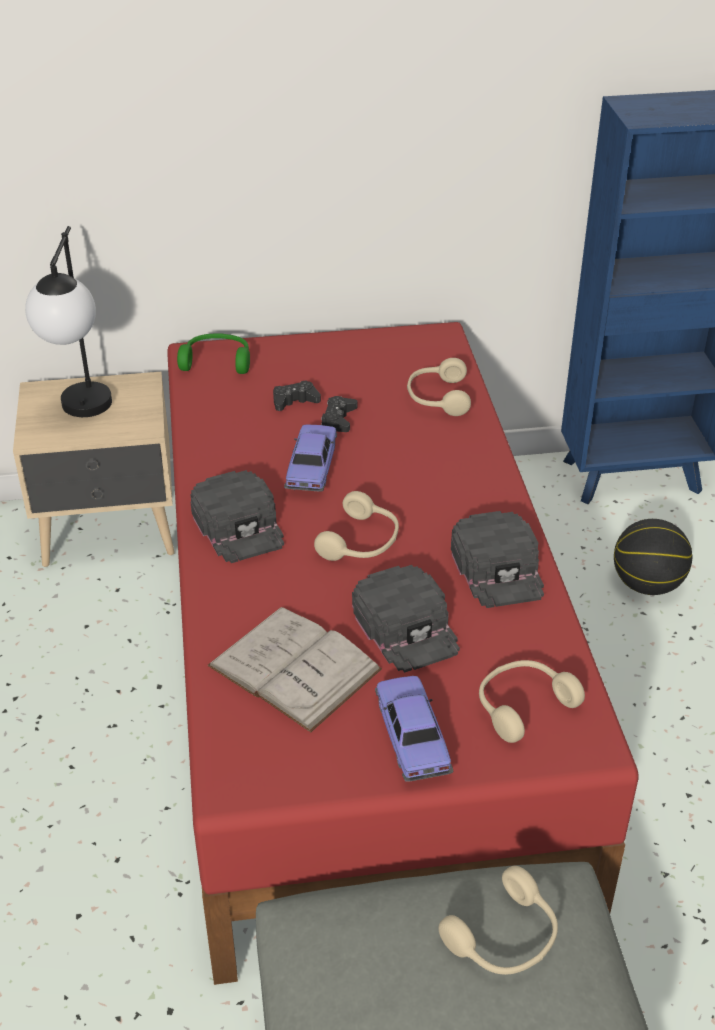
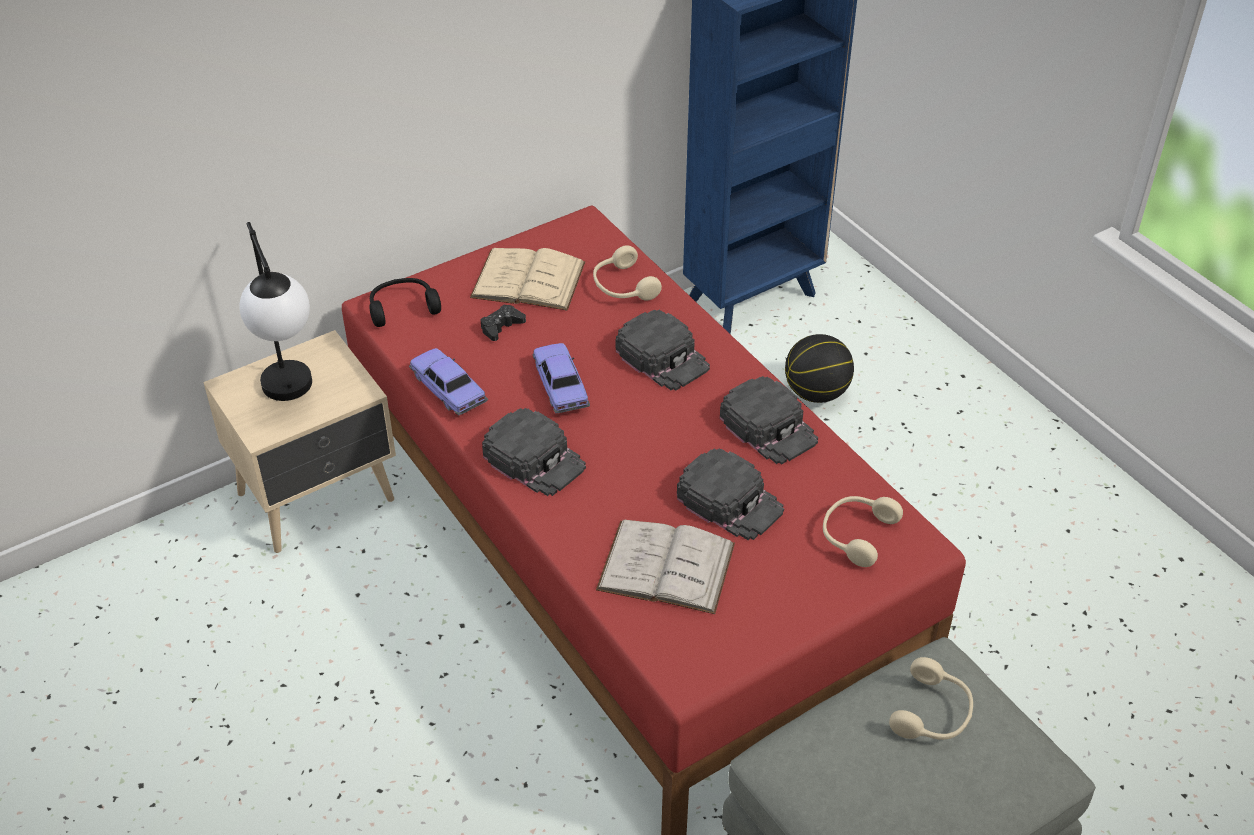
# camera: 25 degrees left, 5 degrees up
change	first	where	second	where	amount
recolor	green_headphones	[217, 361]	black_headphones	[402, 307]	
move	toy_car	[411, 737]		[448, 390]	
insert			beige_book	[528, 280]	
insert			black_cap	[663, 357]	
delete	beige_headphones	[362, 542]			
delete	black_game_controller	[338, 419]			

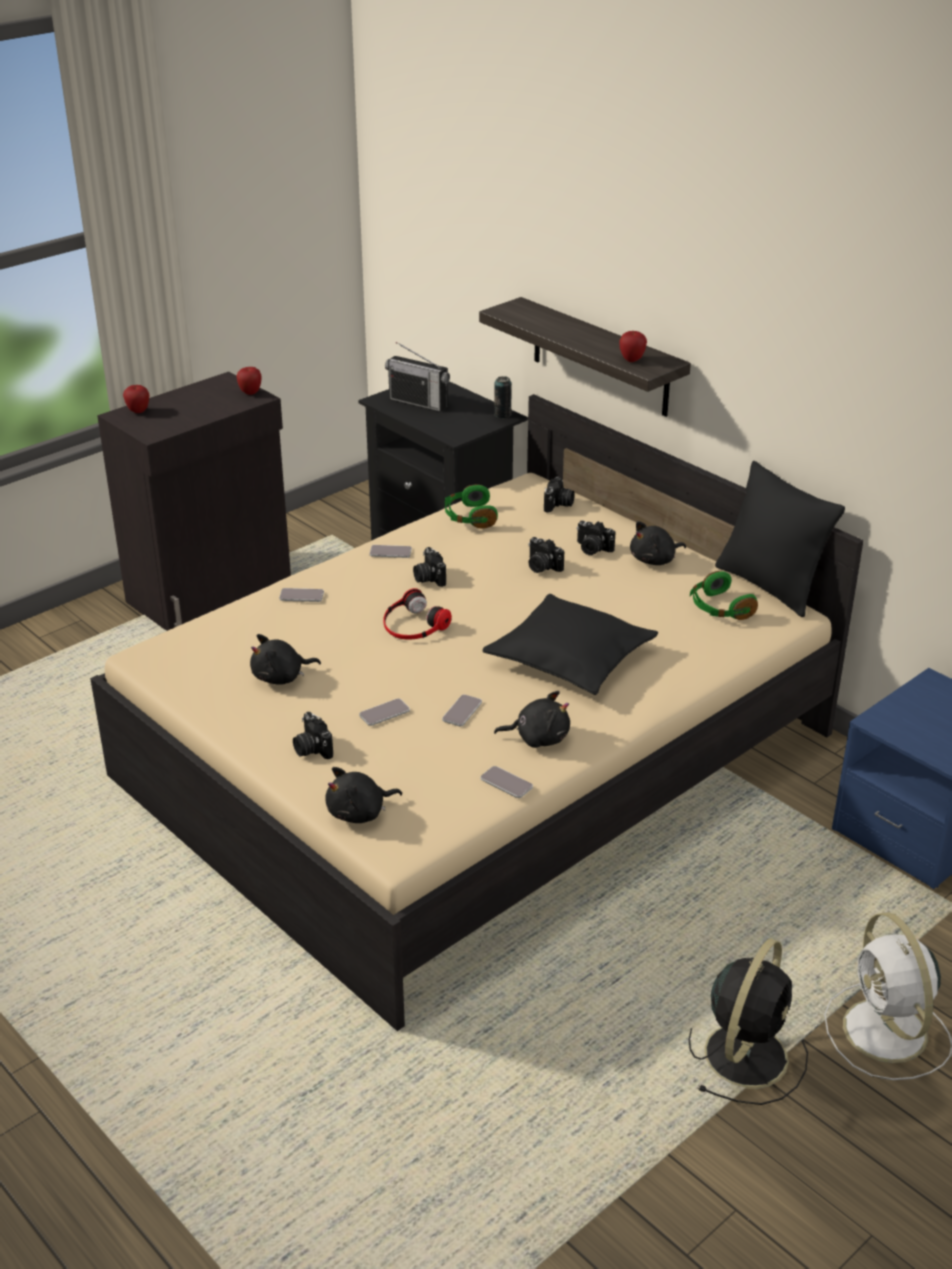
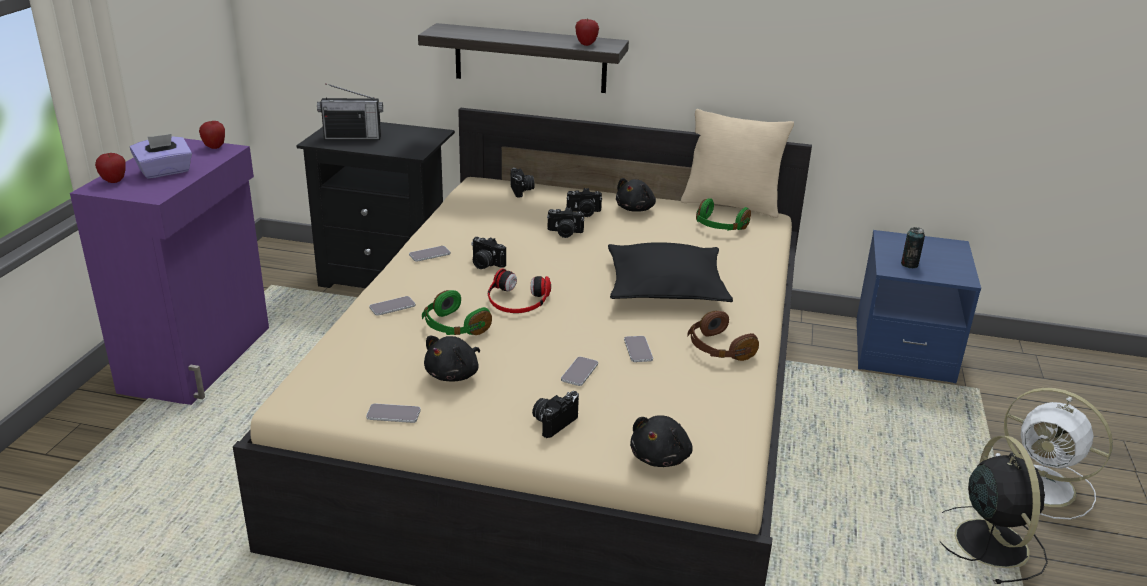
# camera: 35 degrees left, 5 degrees down
change	first	where	second	where	amount
recolor	black_cabinet	[212, 591]	purple_cabinet	[200, 359]	
insert			purple_tissue_box	[165, 172]	
move	phone	[506, 783]		[393, 414]	
move	green_headphones	[469, 517]		[453, 327]	
rotate	photo_camera	[311, 749]		[553, 422]	105 degrees clockwise
recolor	black_pillow	[769, 586]	beige_pillow	[731, 205]	
replace	black_plush_toy	[538, 738]	brown_headphones	[718, 349]	
move	can	[502, 414]		[909, 264]	

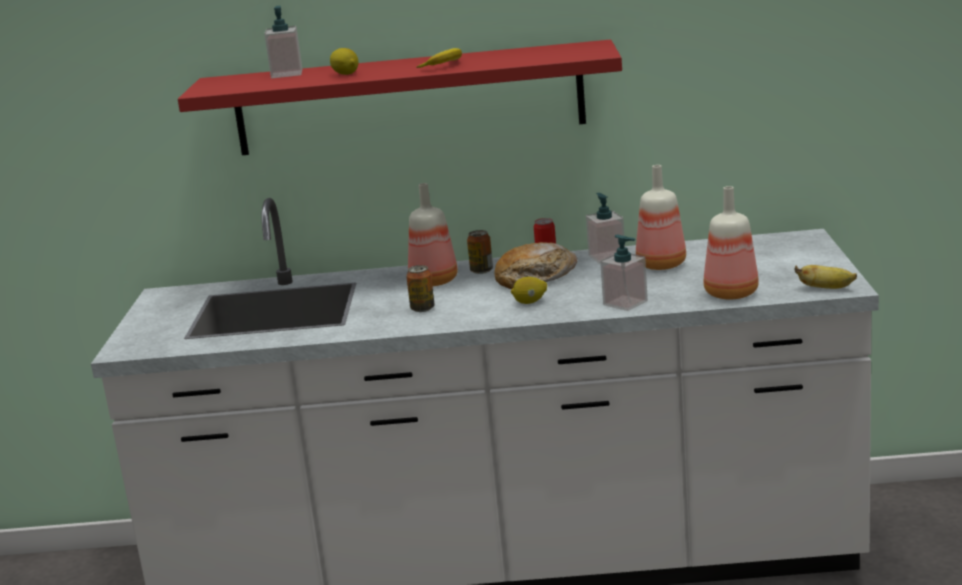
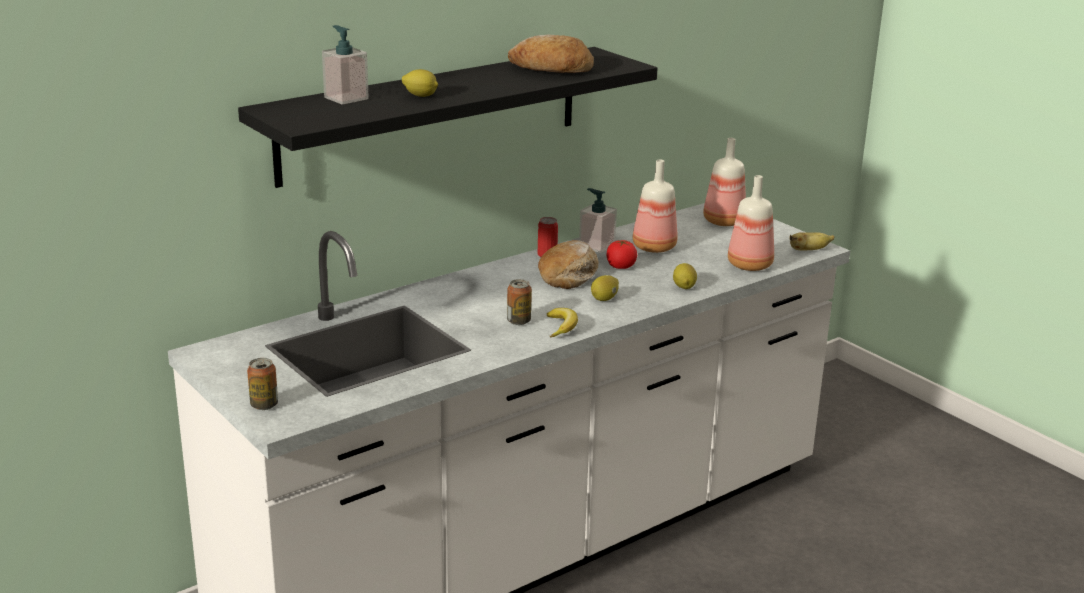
# camera: 40 degrees left, 5 degrees up
change	first	where	second	where	amount
recolor	red_shelf	[408, 99]	black_shelf	[432, 114]	
move	can	[481, 271]		[264, 405]	
insert			bread	[551, 69]	
move	banana	[445, 65]		[561, 327]	
insert			tomato	[620, 266]	
replace	soap_dispenser	[625, 303]	lemon	[684, 286]	
move	bottle	[432, 281]		[722, 221]	

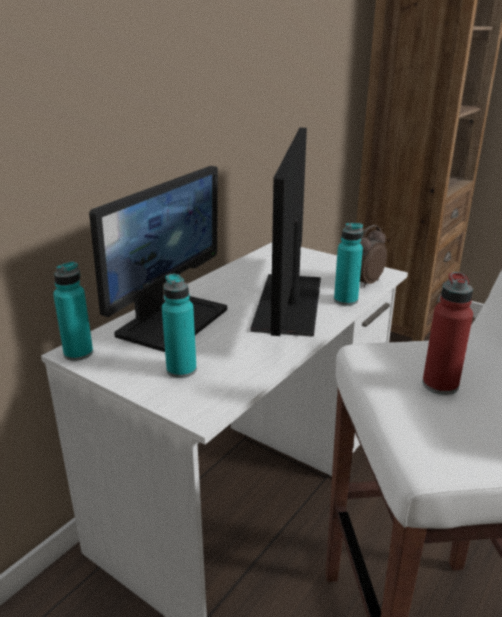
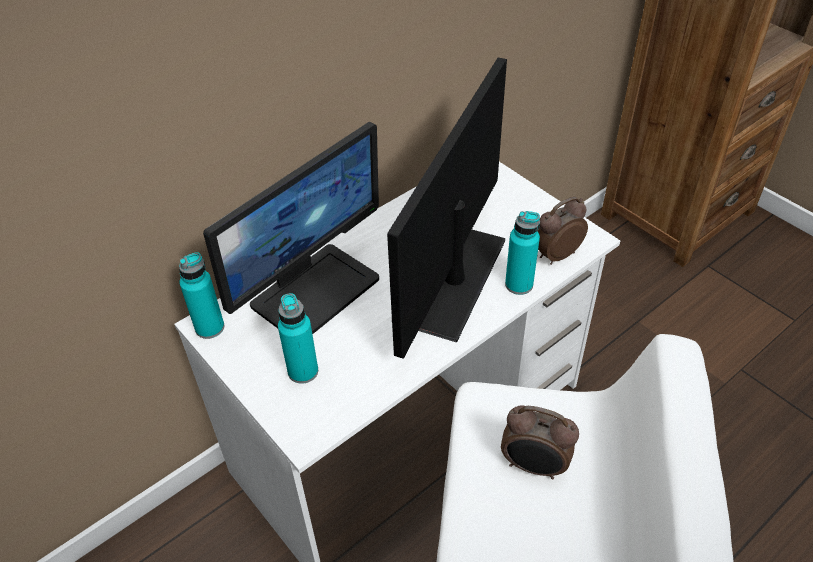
# camera: 15 degrees right, 20 degrees up
change	first	where	second	where	amount
replace	red_bottle	[440, 385]	alarm_clock	[534, 466]	

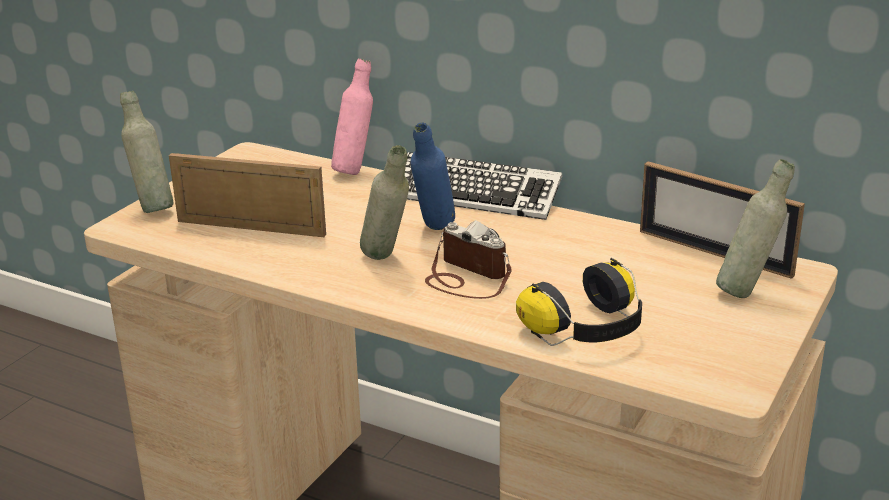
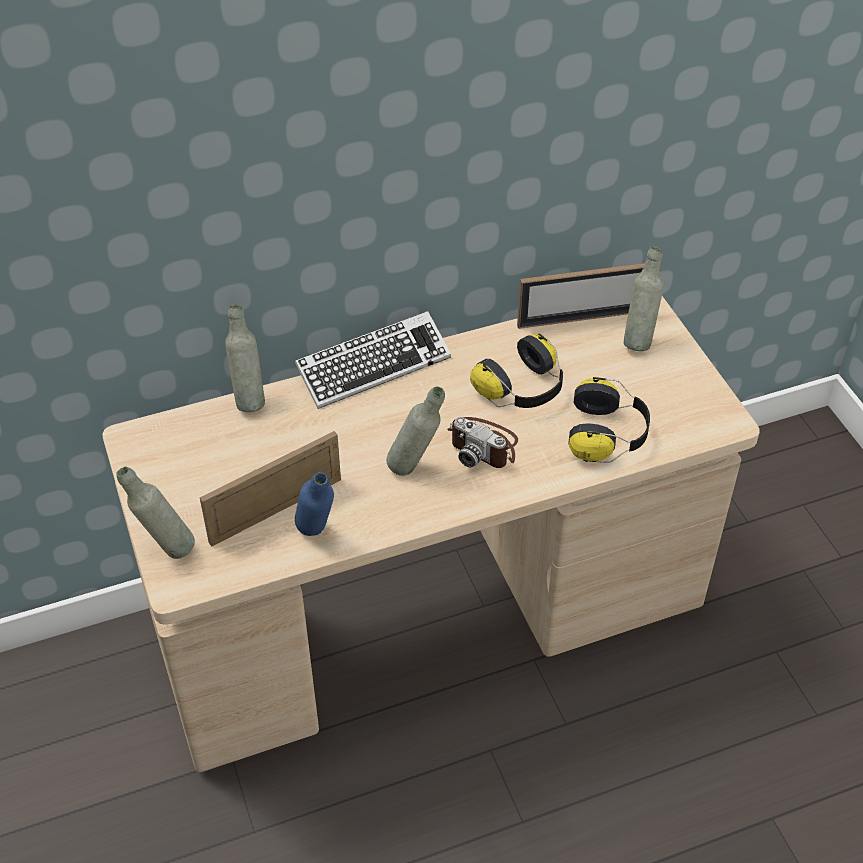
# camera: 50 degrees left, 20 degrees up
change	first	where	second	where	amount
recolor	pink_bottle	[355, 170]	grey_bottle	[249, 399]	
move	blue_bottle	[433, 232]		[317, 537]	
rotate	photo_camera	[466, 277]		[484, 445]	135 degrees counterclockwise
insert			headphones	[523, 389]	

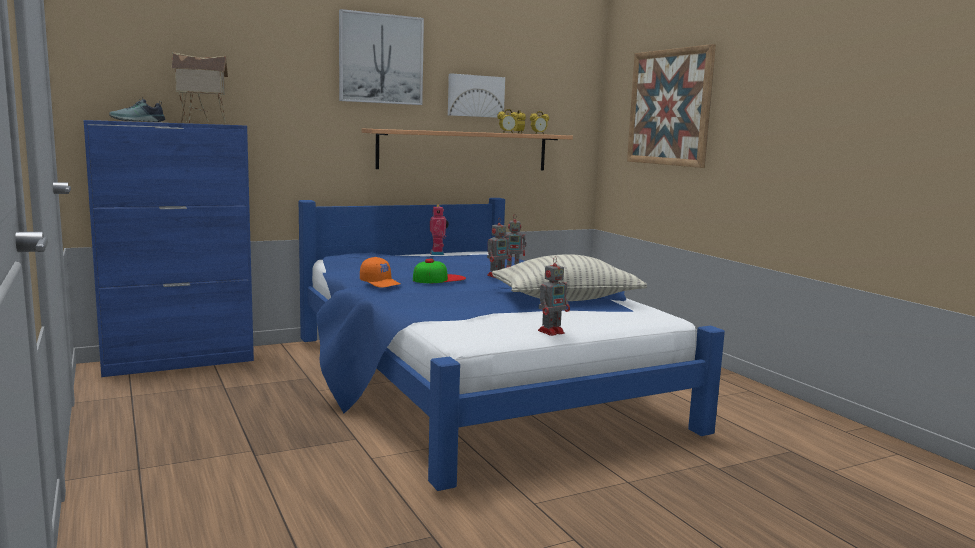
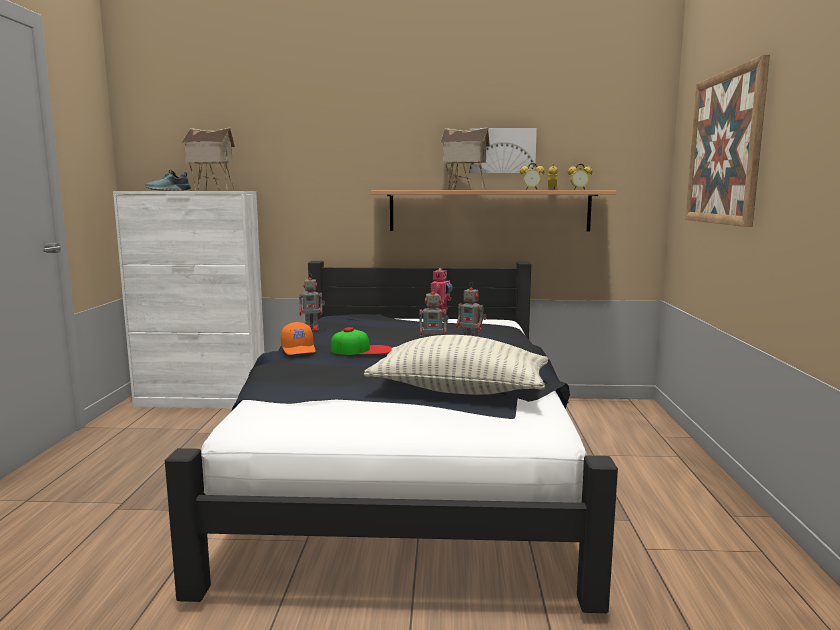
# camera: 30 degrees right, 0 degrees up
change	first	where	second	where	amount
recolor	blue_cabinet	[179, 362]	white_cabinet	[202, 401]	
recolor	blue_bed	[473, 385]	black_bed	[407, 470]	
move	toy_robot	[552, 331]		[312, 329]	
insert			toy_house	[464, 189]	
delete	picture	[380, 59]			

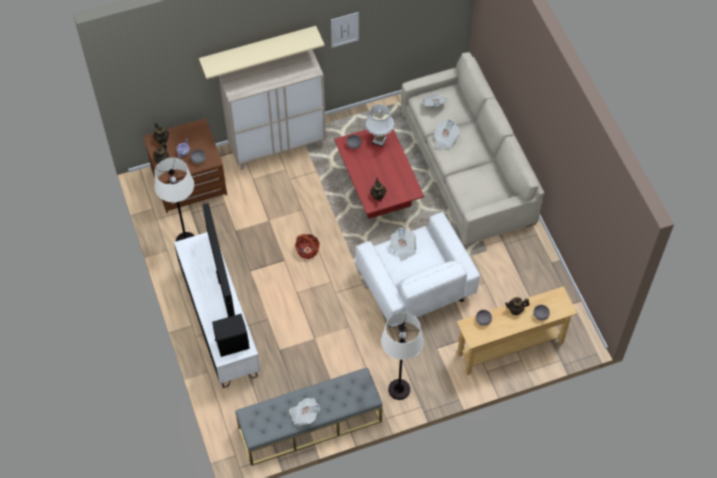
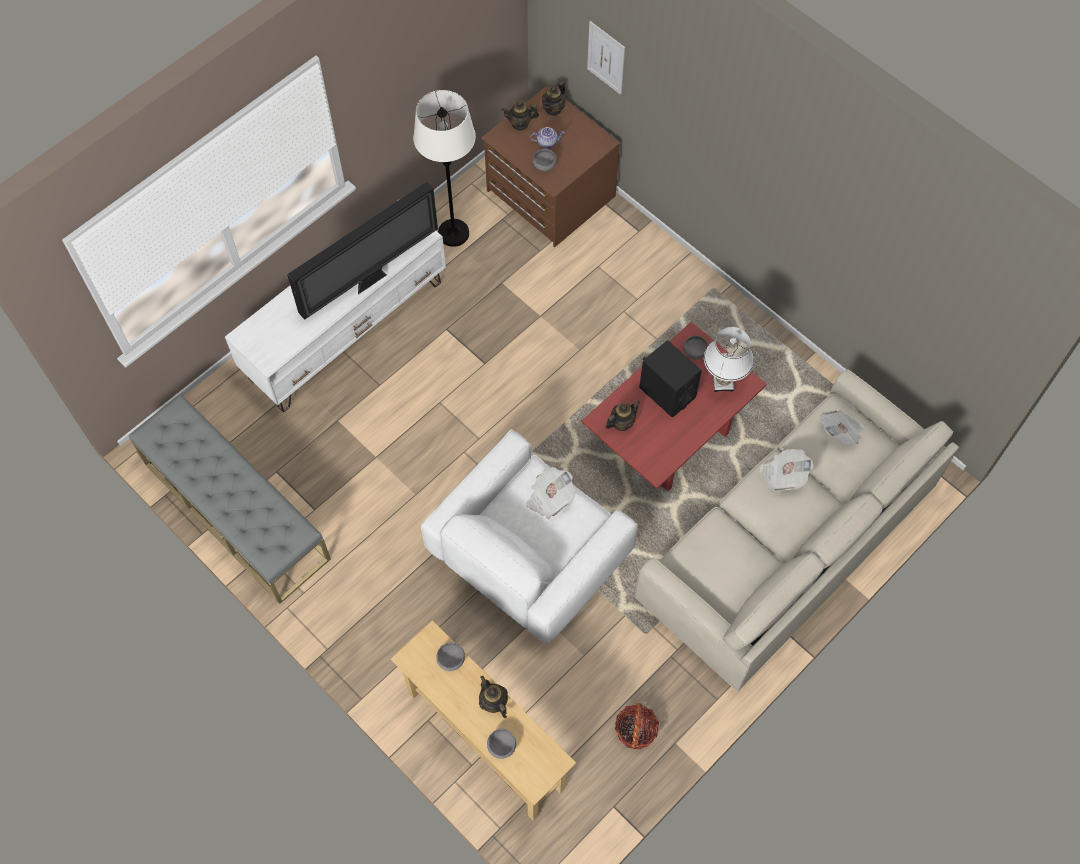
# camera: 65 degrees right, 5 degrees up
change	first	where	second	where	amount
move	picture	[344, 29]		[606, 58]	
move	basket	[307, 250]		[635, 730]	
move	black_speaker	[232, 344]		[667, 392]	
delete	beige_shelf	[258, 48]			
delete	beige_cabinet	[277, 146]			
delete	newspaper	[304, 415]			
delete	white_floor_lamp	[399, 390]			

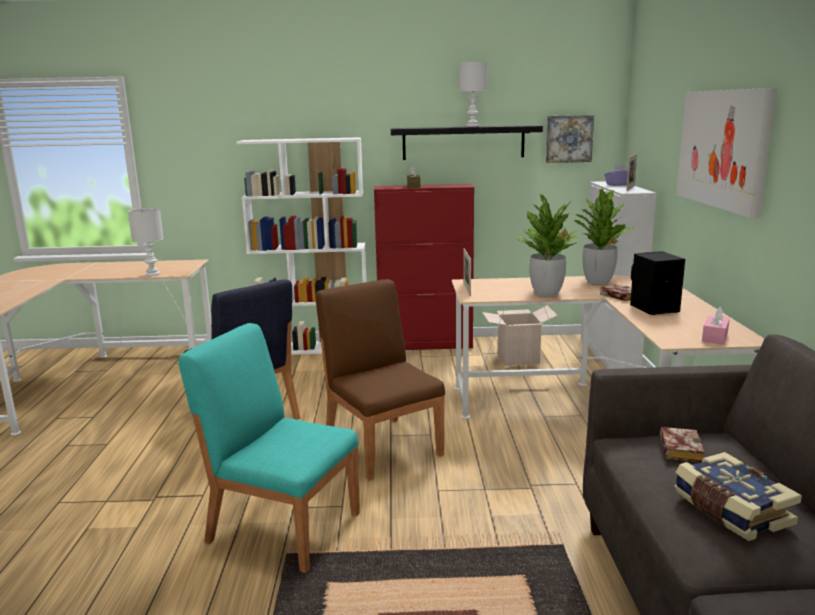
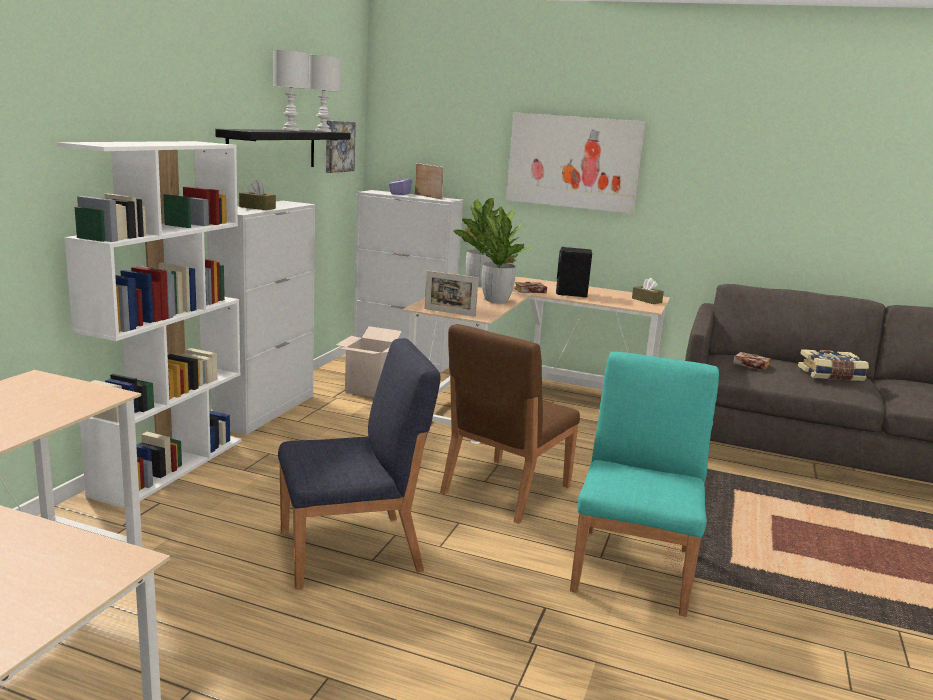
# camera: 70 degrees left, 0 degrees up
change	first	where	second	where	amount
recolor	red_cabinet	[426, 344]	white_cabinet	[266, 410]	
move	white_table_lamp	[151, 274]		[323, 131]	
rotate	brown_chair	[383, 446]		[504, 490]	45 degrees counterclockwise
rotate	turquoise_chair	[283, 526]		[633, 568]	150 degrees clockwise
recolor	pink_tissue_box	[714, 337]	brown_tissue_box	[646, 300]	

